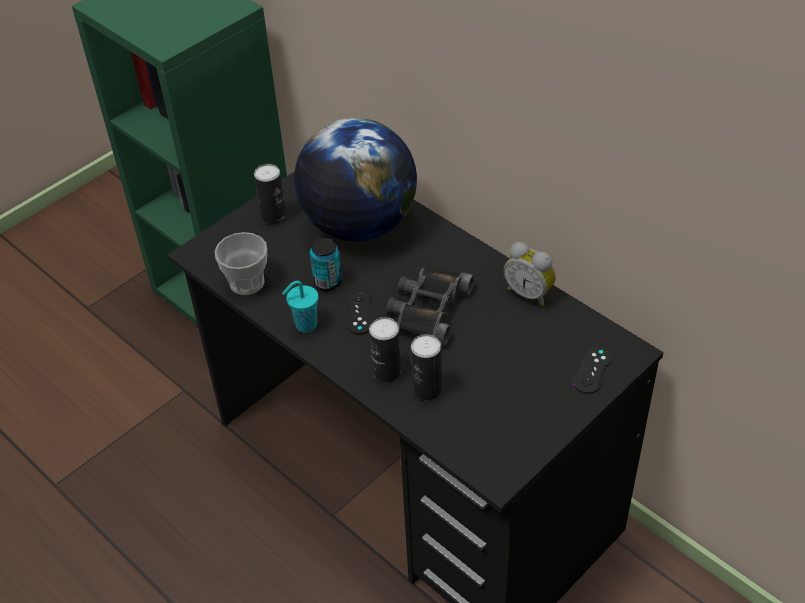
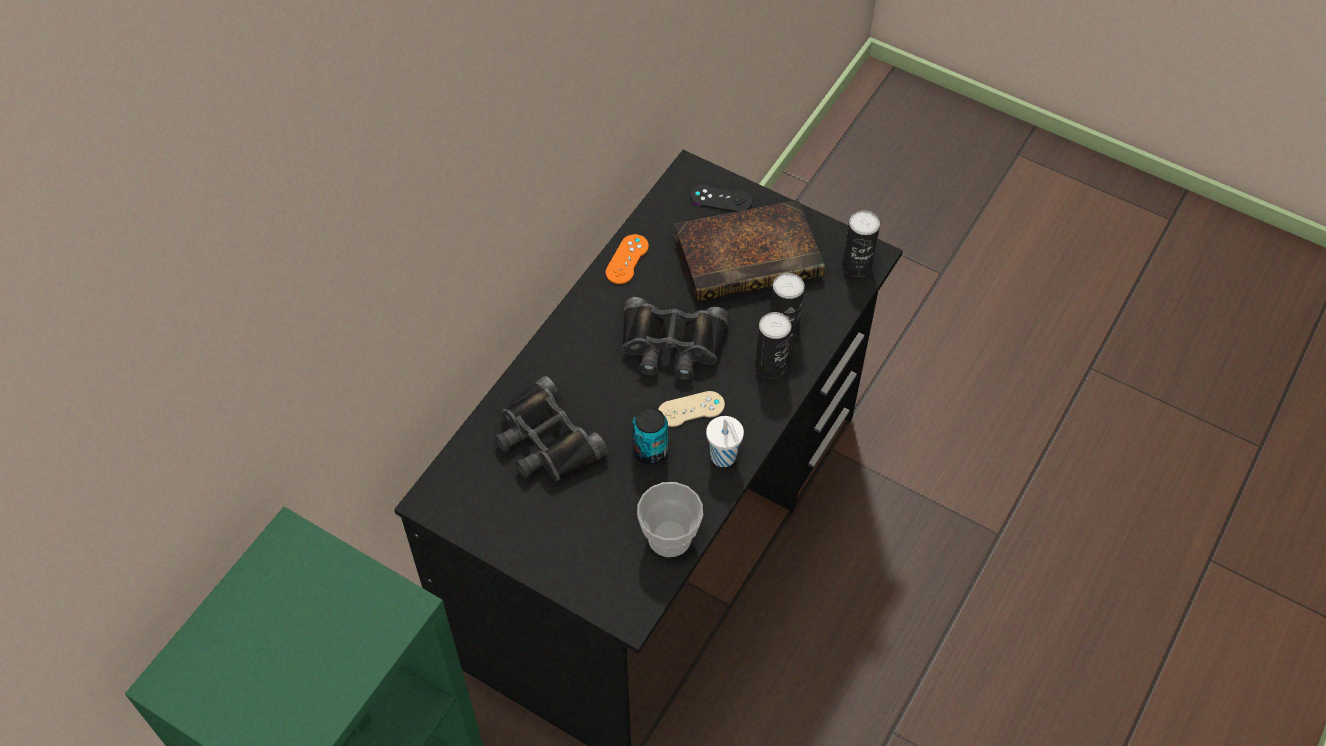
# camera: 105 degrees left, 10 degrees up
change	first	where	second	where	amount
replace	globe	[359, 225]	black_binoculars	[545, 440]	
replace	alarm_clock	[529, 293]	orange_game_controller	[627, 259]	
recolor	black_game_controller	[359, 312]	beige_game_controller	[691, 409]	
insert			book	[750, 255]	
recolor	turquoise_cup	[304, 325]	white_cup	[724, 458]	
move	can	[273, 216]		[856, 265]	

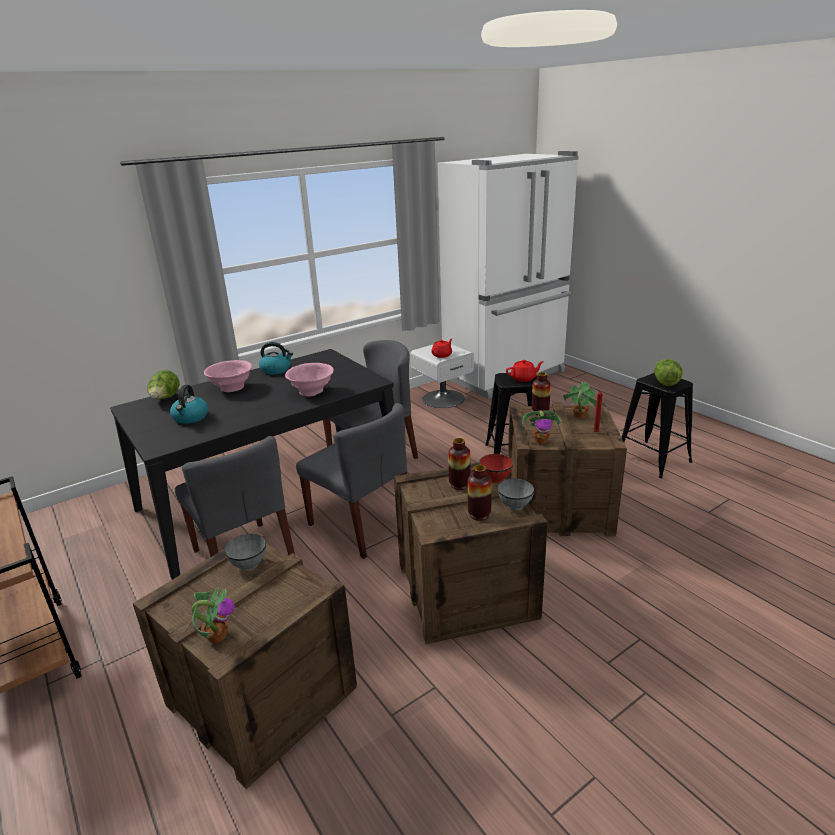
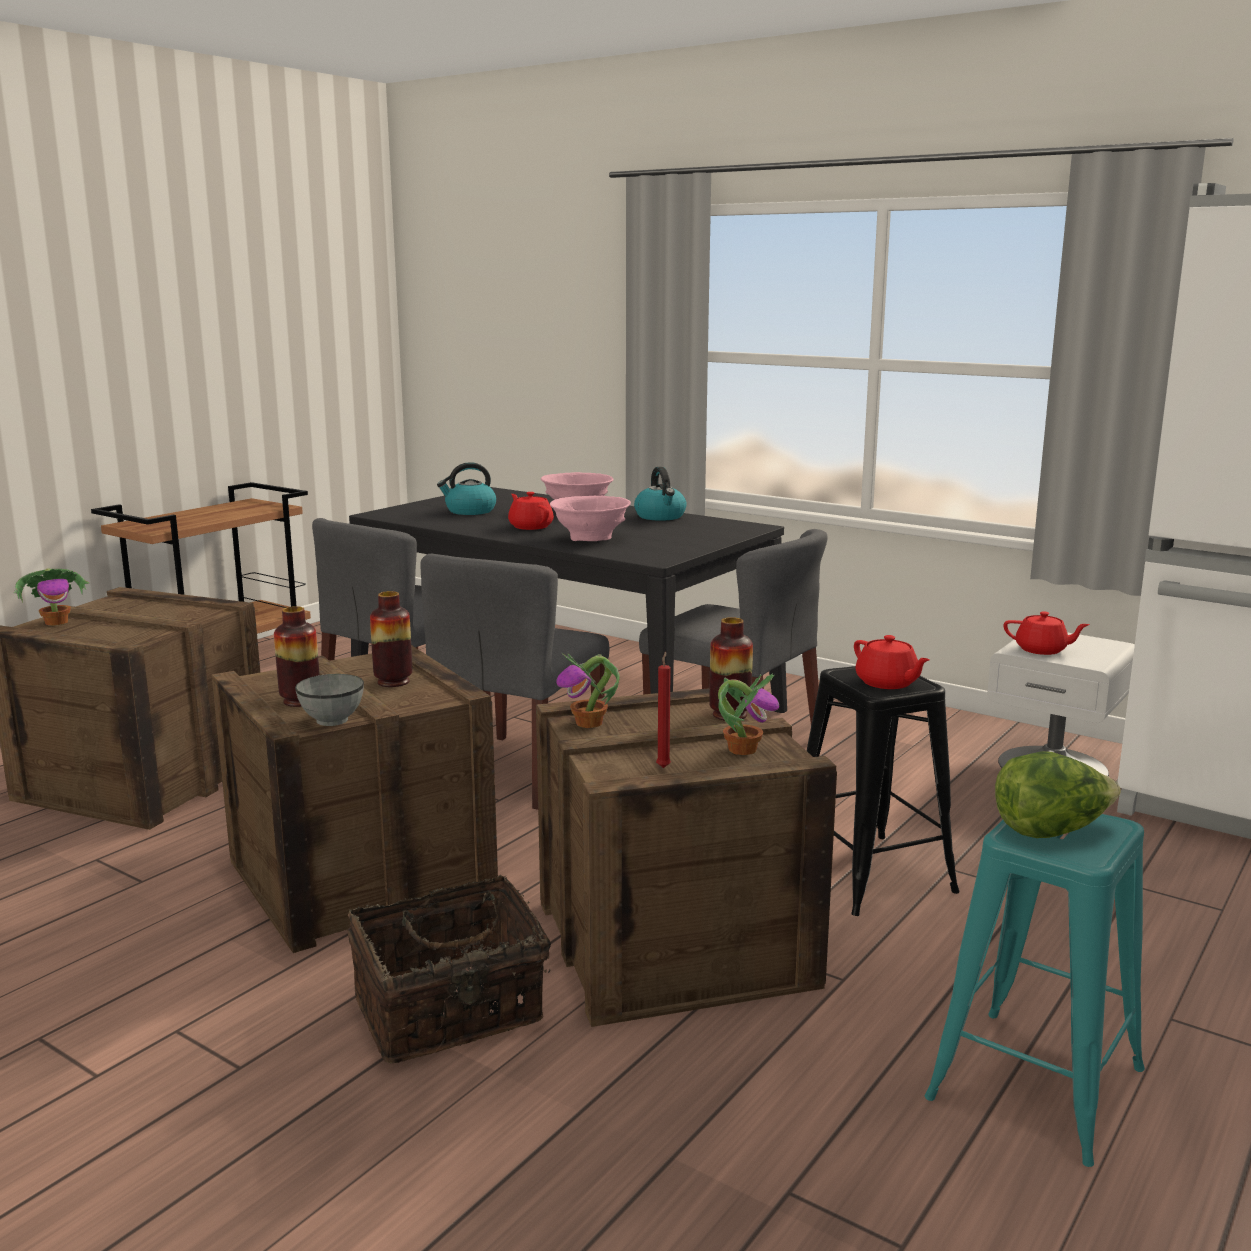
# camera: 70 degrees right, 10 degrees down
change	first	where	second	where	amount
insert			basket	[451, 1012]	
insert			red_teapot	[530, 526]	
recolor	black_stool	[653, 459]	turquoise_stool	[1036, 1083]	
delete	lettuce	[165, 399]			
delete	grey_bowl	[249, 564]			
delete	red_bowl	[495, 478]			

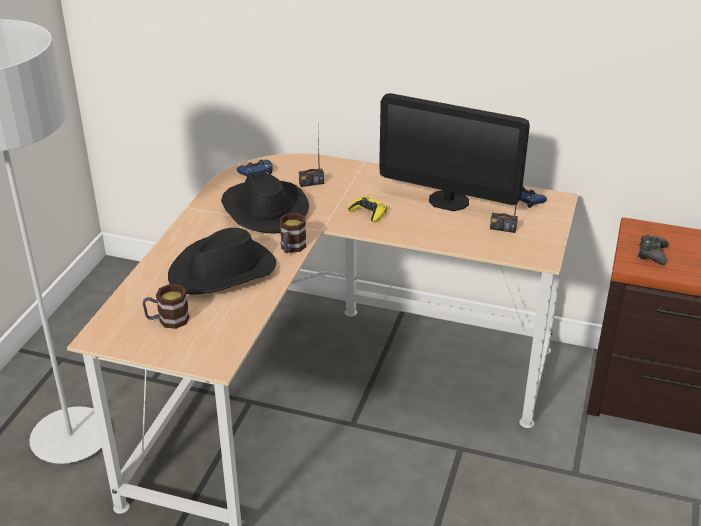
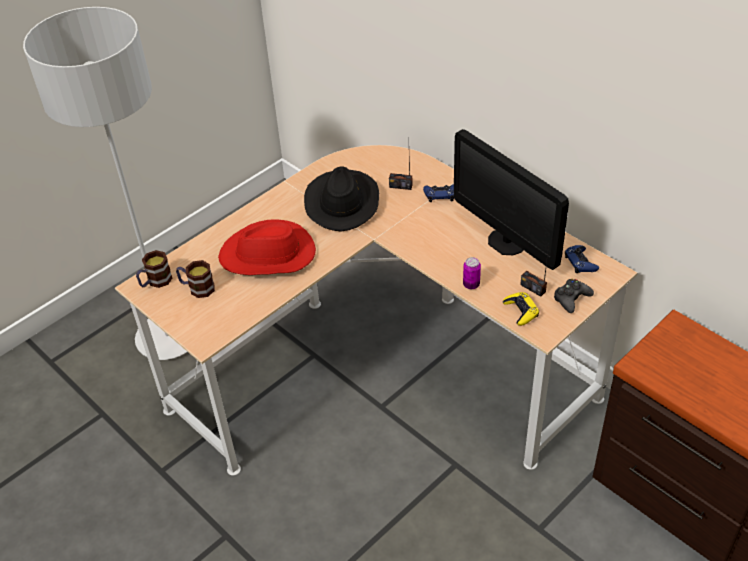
# camera: 30 degrees right, 10 degrees up
change	first	where	second	where	amount
move	mug	[291, 248]		[155, 282]	
recolor	black_hat	[223, 271]	red_hat	[268, 255]	
move	blue_game_controller	[256, 172]		[440, 195]	
insert			can	[471, 285]	
move	yellow_game_controller	[368, 213]		[521, 311]	
move	black_game_controller	[652, 254]		[571, 299]	

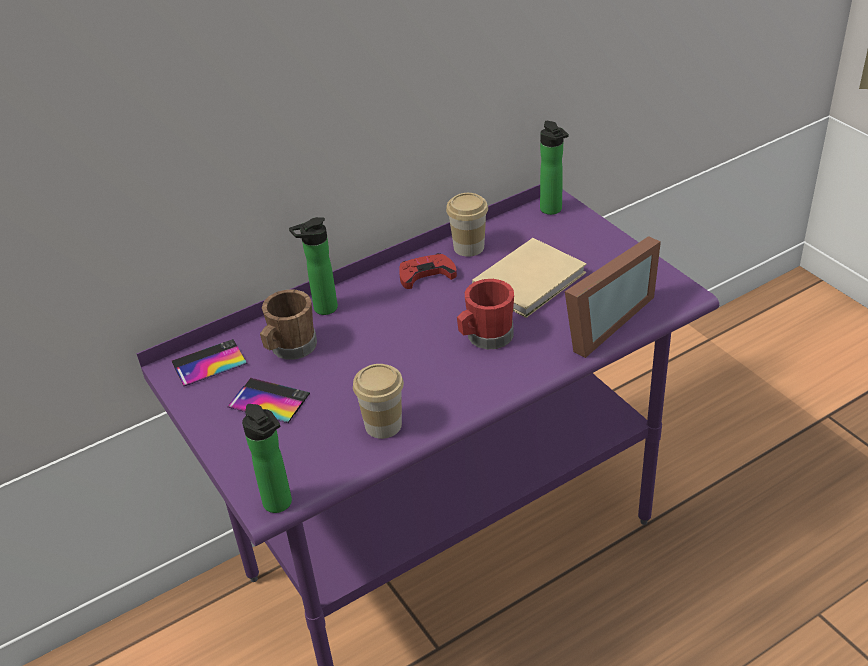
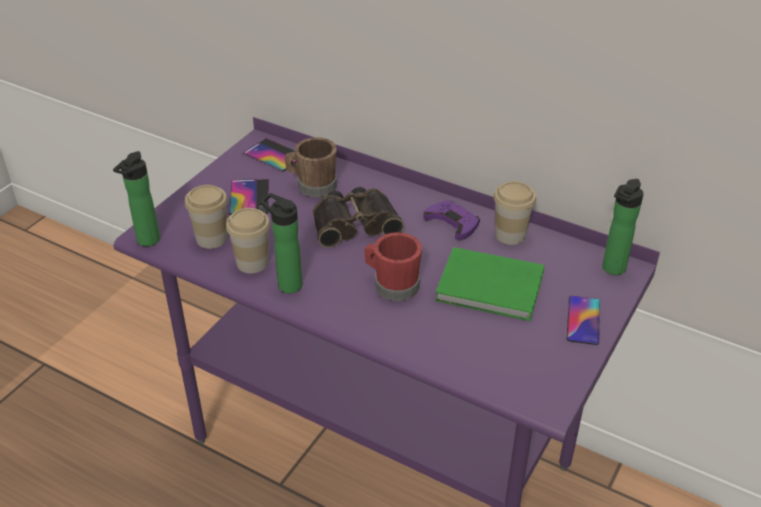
# camera: 60 degrees right, 0 degrees up
change	first	where	second	where	amount
insert			cup	[211, 238]	
move	bottle	[322, 309]		[286, 284]	
insert			binoculars	[354, 223]	
recolor	red_game_controller	[426, 274]	purple_game_controller	[452, 223]	
recolor	beige_book	[532, 280]	green_book	[492, 289]	
insert			phone	[583, 320]	
delete	picture_frame	[600, 322]			

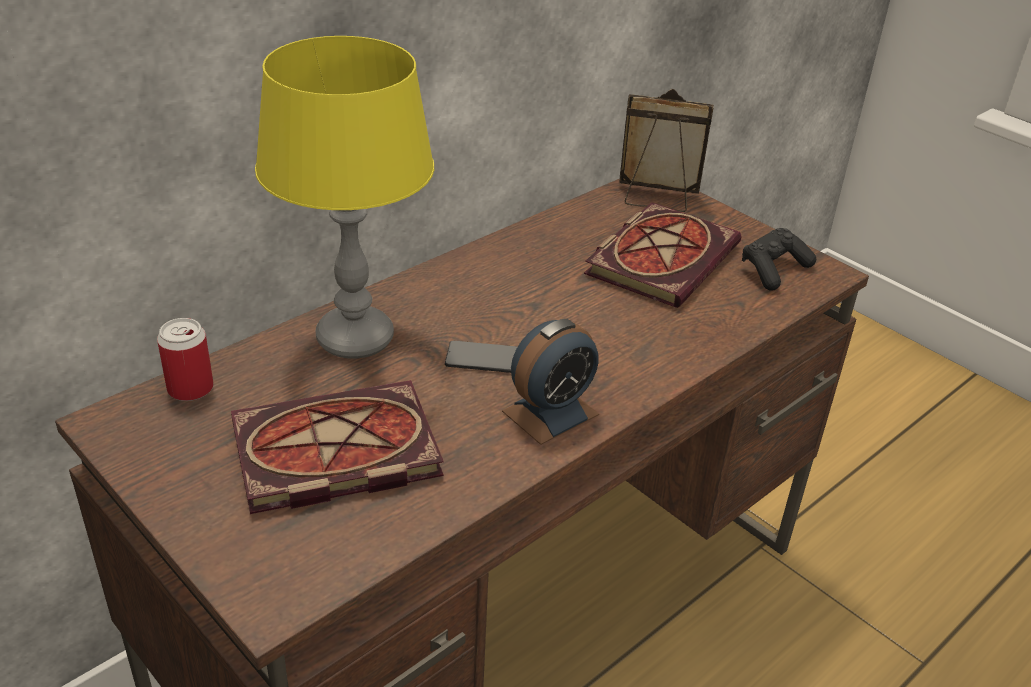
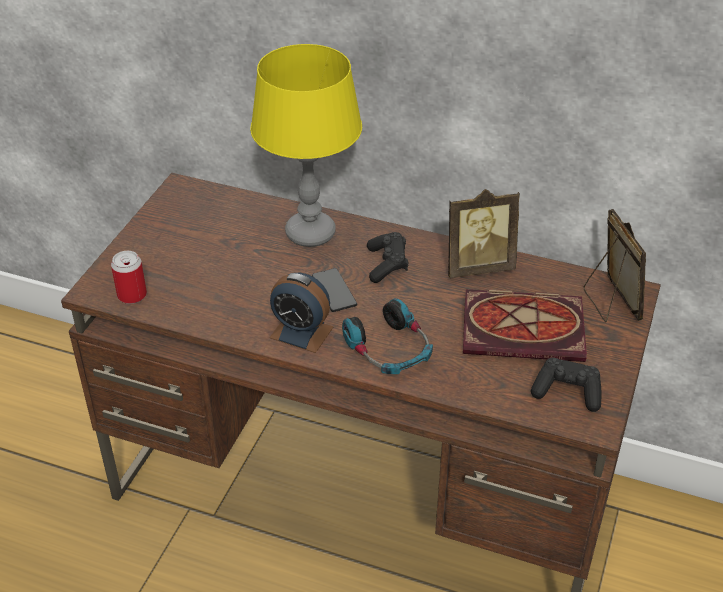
# camera: 65 degrees right, 5 degrees up
change	first	where	second	where	amount
move	can	[190, 388]		[132, 295]	
insert			headphones	[389, 350]	
insert			black_game_controller	[387, 265]	
insert			picture_frame	[477, 266]	
delete	book	[331, 455]			

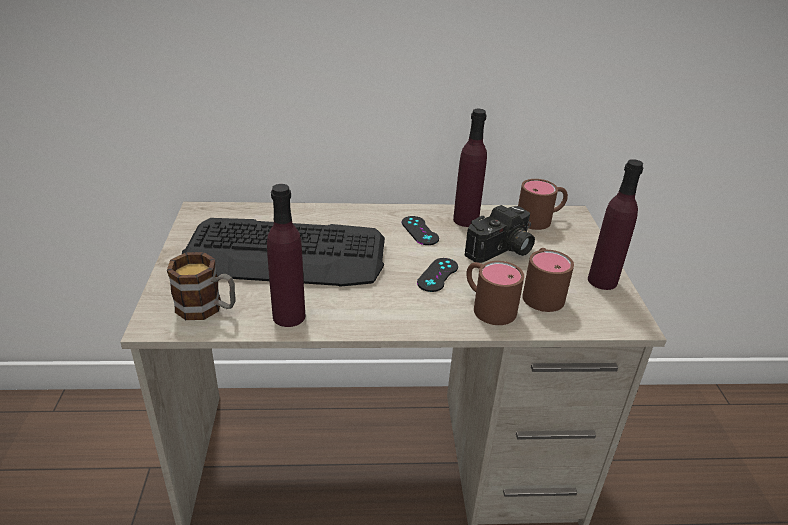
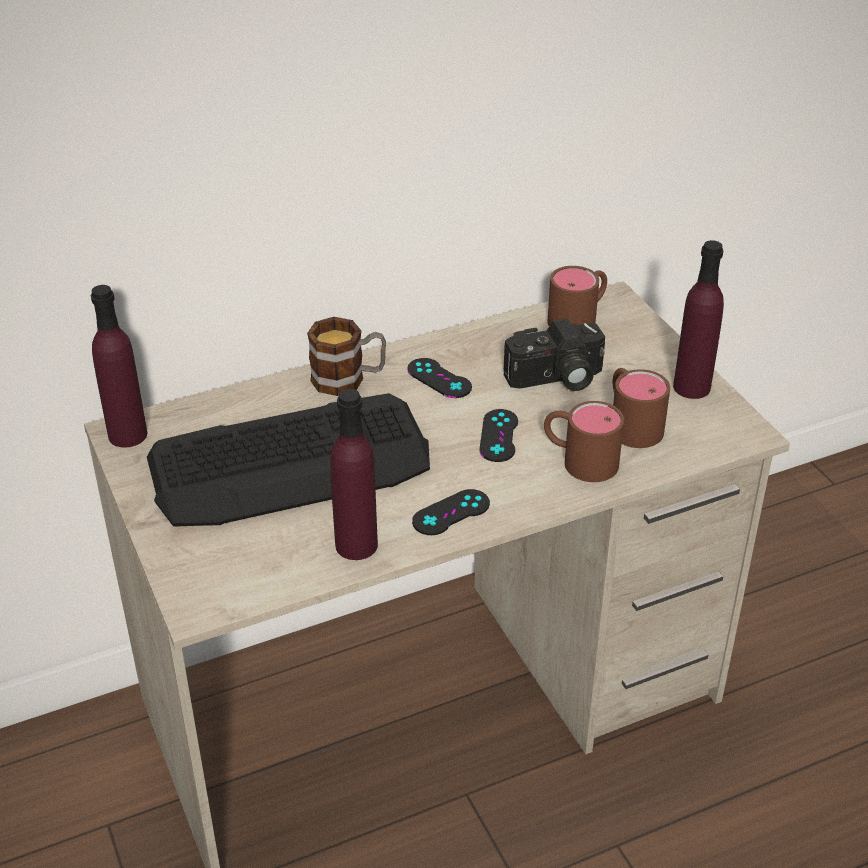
# camera: 20 degrees left, 5 degrees up
change	first	where	second	where	amount
move	purple_bottle	[465, 220]		[127, 435]	
move	mug	[207, 308]		[348, 379]	
insert			black_game_controller	[451, 513]	
rotate	photo_camera	[501, 251]		[556, 379]	45 degrees clockwise

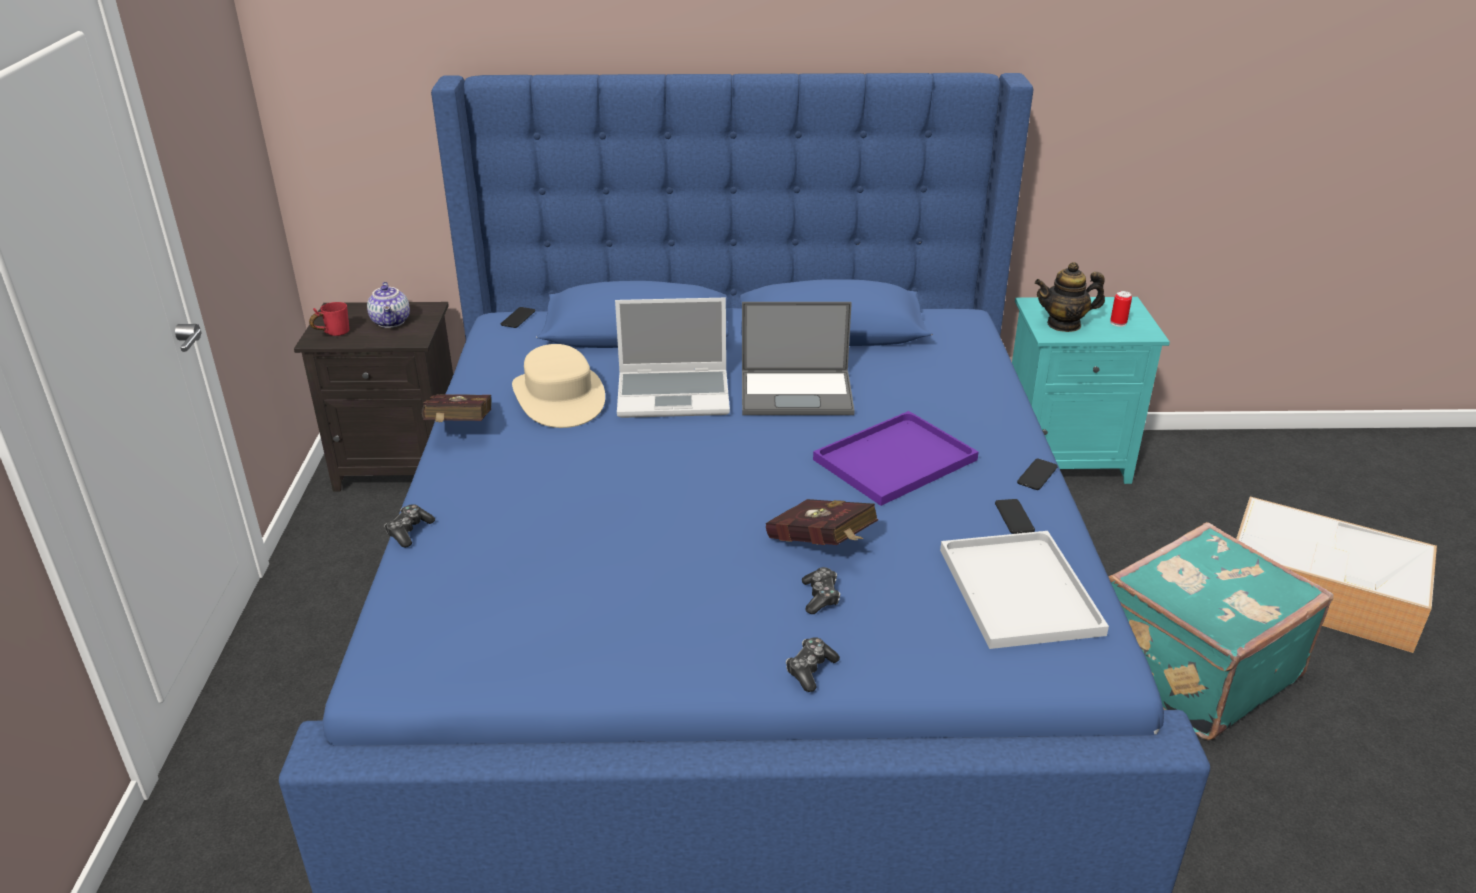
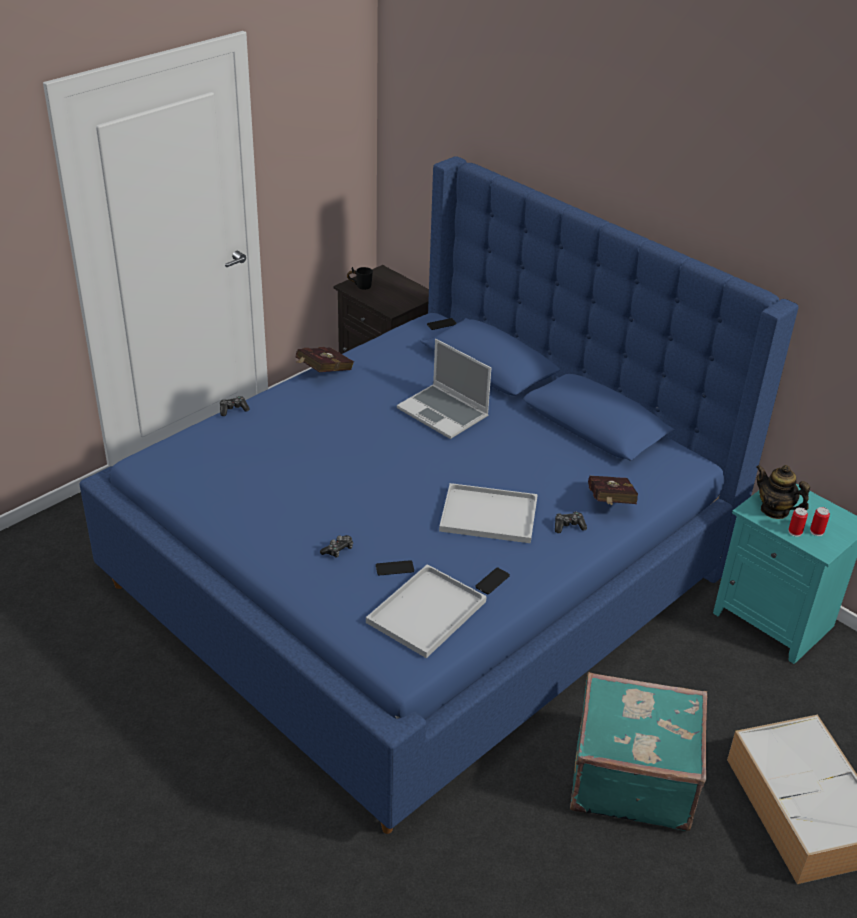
# camera: 45 degrees right, 5 degrees up
change	first	where	second	where	amount
recolor	red_mug	[332, 333]	black_mug	[360, 286]	
move	phone	[1037, 475]		[394, 568]	
recolor	purple_tray	[896, 458]	white_tray	[491, 514]	
move	game_controller	[810, 670]		[568, 526]	
move	red_book	[822, 546]		[609, 504]	
insert			can	[795, 532]	
delete	teapot	[392, 322]			
delete	beige_hat	[559, 397]			
delete	laptop	[798, 393]			

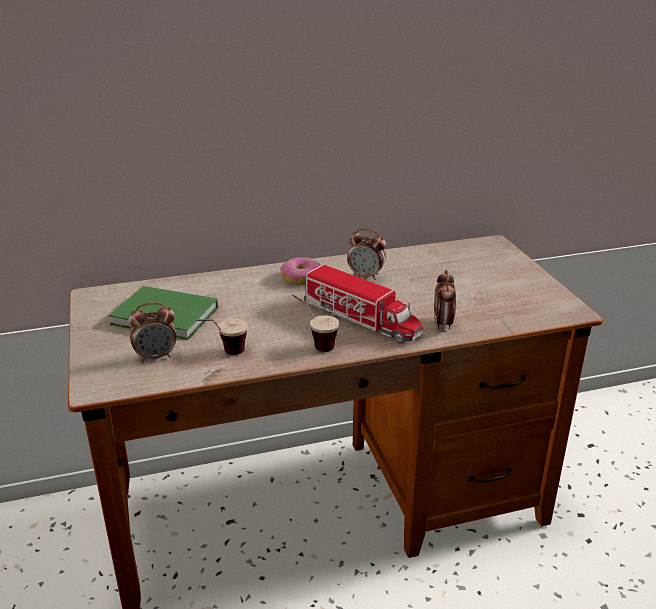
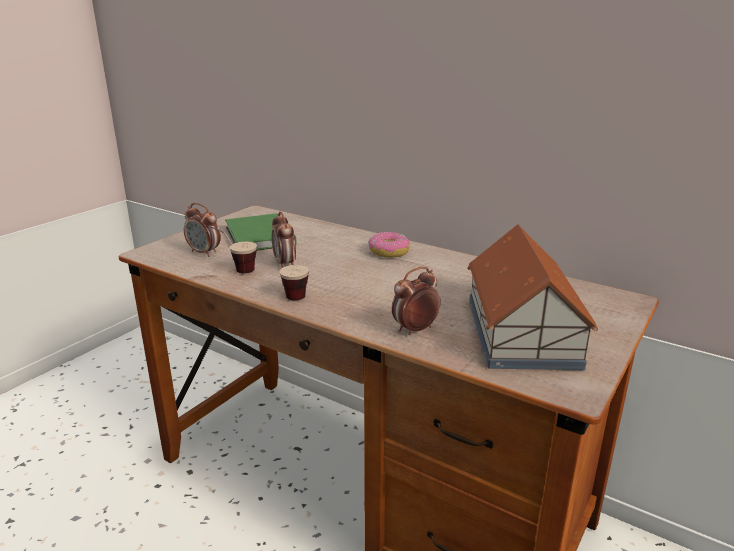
# camera: 50 degrees right, 5 degrees down
change	first	where	second	where	amount
move	alarm_clock	[366, 276]		[285, 264]	
insert			toy_house	[520, 333]	
delete	toy_truck	[361, 319]			

